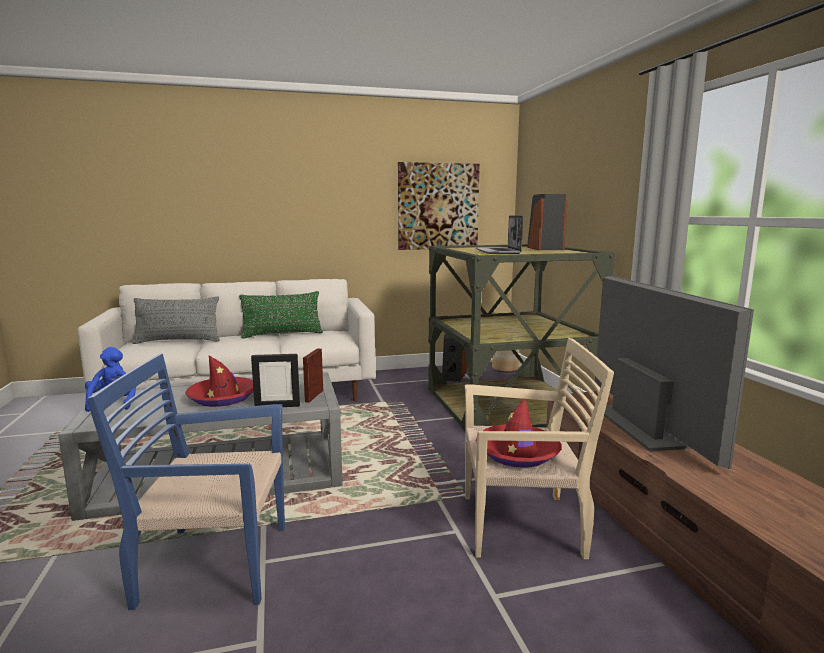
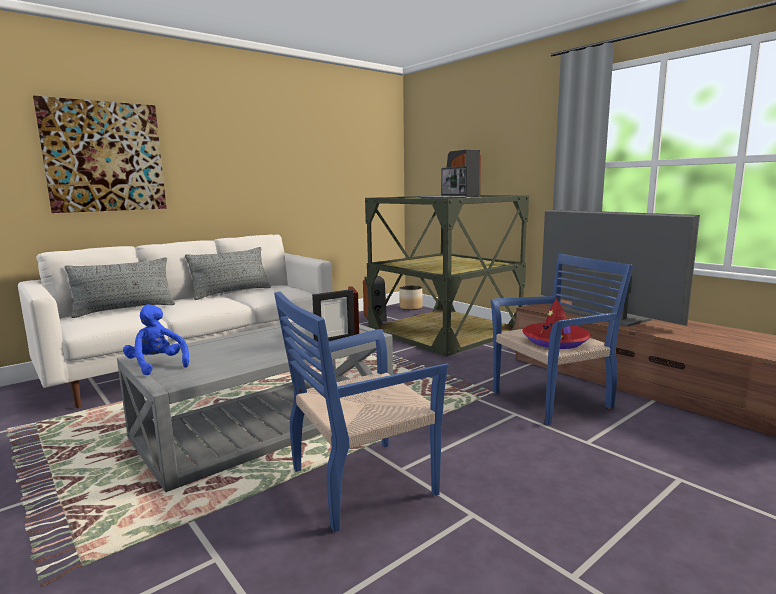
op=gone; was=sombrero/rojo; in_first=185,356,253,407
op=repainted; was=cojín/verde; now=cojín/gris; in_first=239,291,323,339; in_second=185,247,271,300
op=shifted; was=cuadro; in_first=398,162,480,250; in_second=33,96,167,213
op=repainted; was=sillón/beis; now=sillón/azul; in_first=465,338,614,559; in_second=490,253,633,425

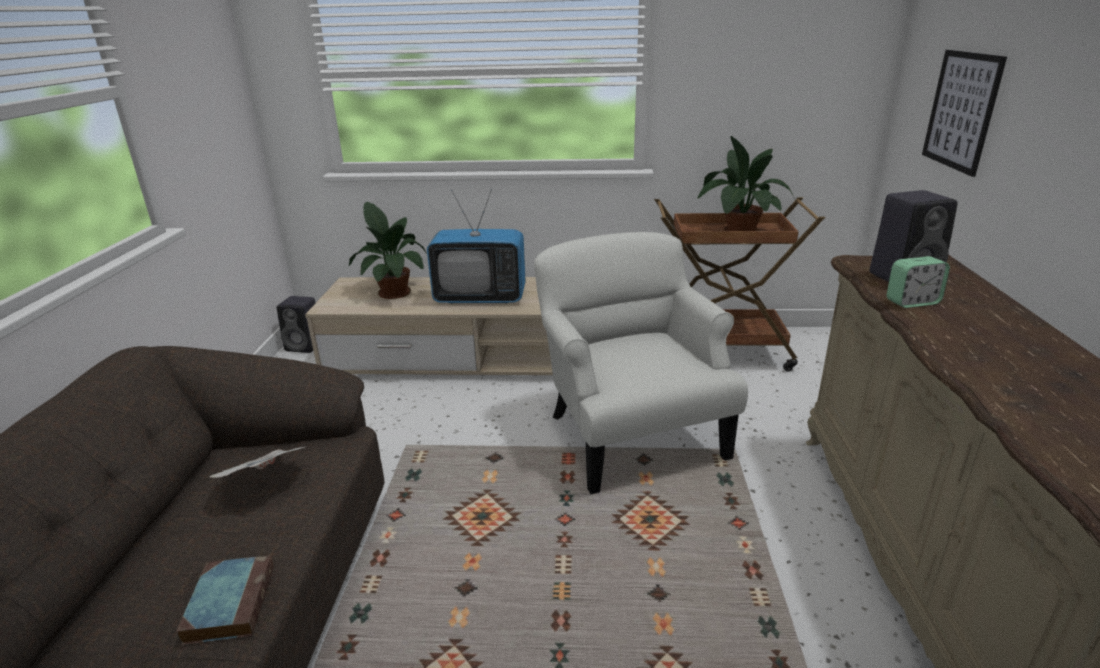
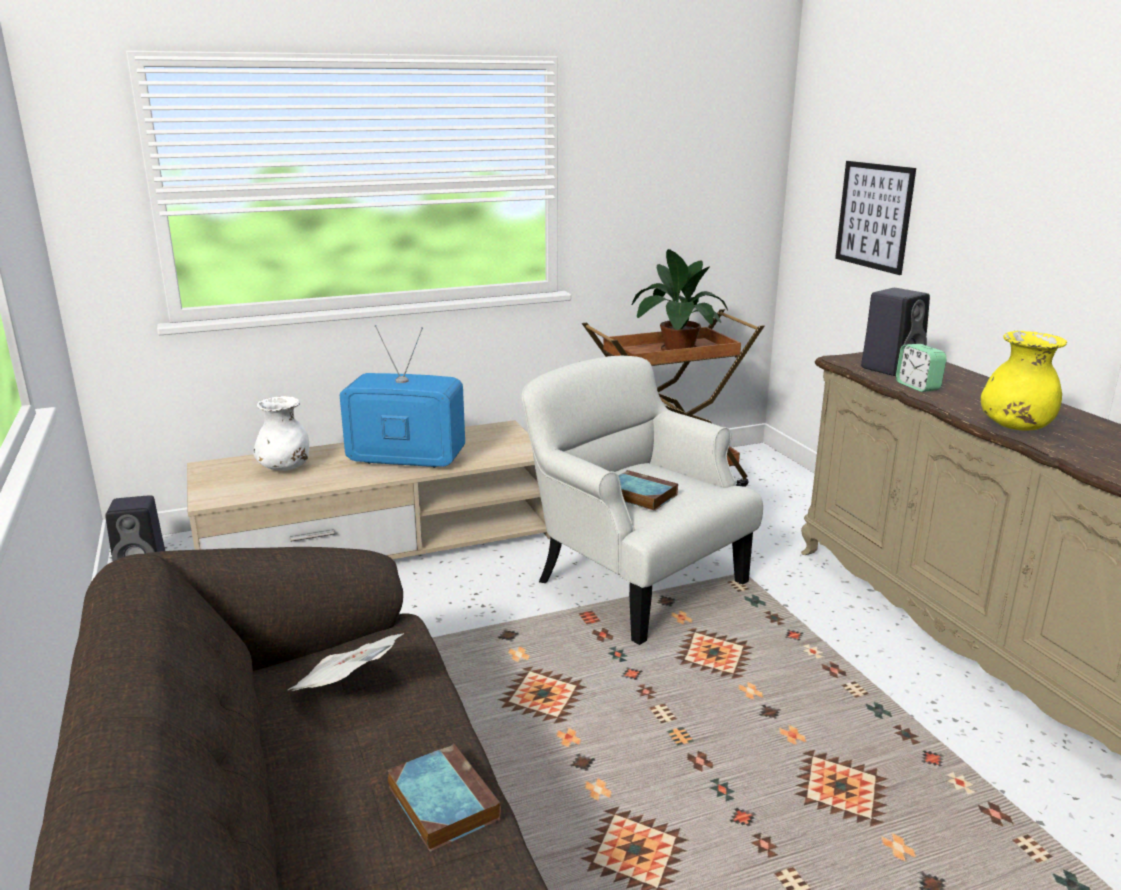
op=swapped; was=planta en maceta; now=florero/blanco; in_first=349,202,427,299; in_second=253,396,309,471
op=rotated; was=televisor; in_first=427,189,526,304; in_second=340,325,465,468; clockwise=-150
op=rotated; was=despertador; in_first=887,256,950,308; in_second=896,344,947,392; clockwise=105
op=new; now=libro; in_second=618,470,678,511
op=new; now=florero/amarillo; in_second=981,331,1067,431

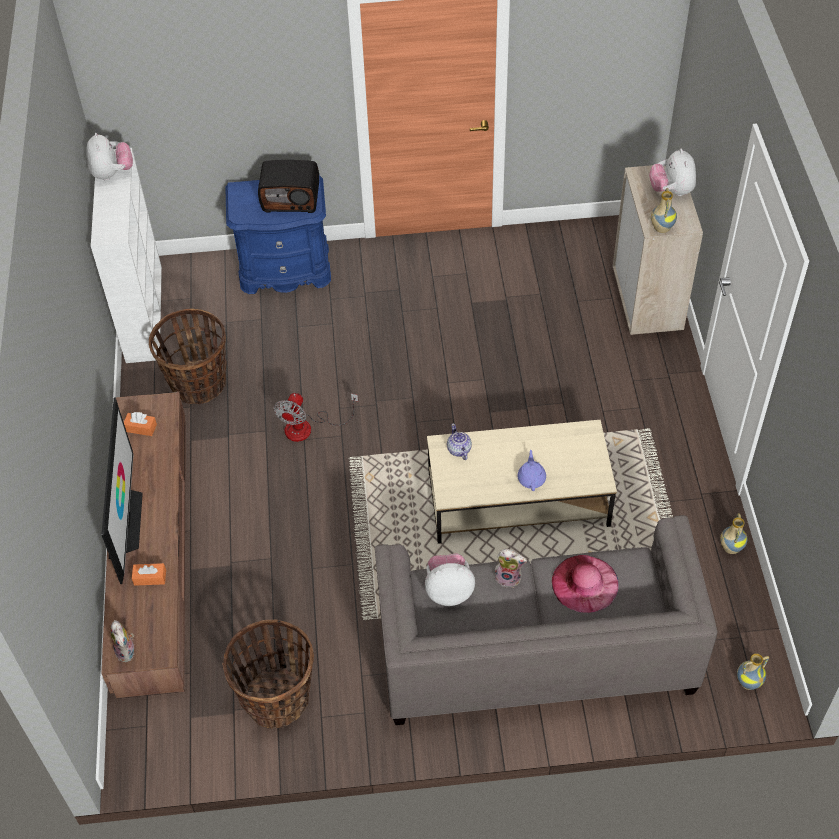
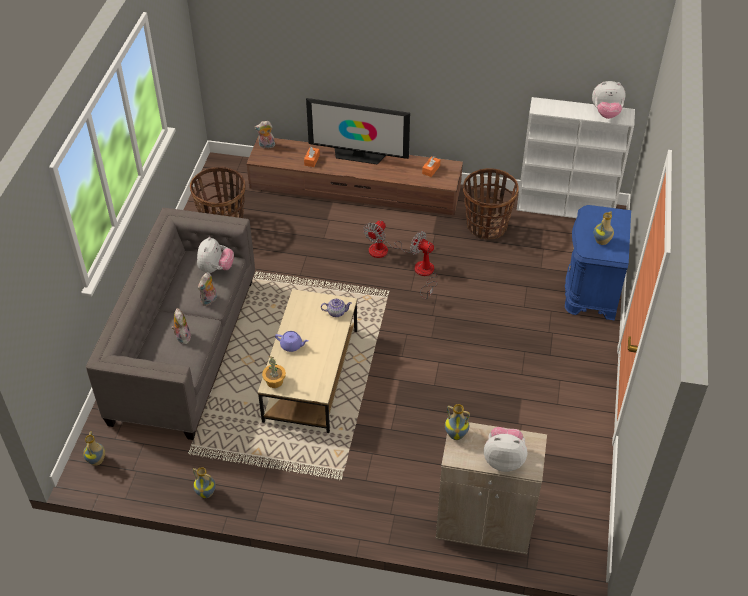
op=swapped; was=radio; now=florero; in_first=258,160,319,213; in_second=594,211,614,245
op=swapped; was=sombrero/rosa; now=peluche; in_first=552,555,619,613; in_second=171,308,191,344
op=new; now=planta en maceta; in_second=262,356,286,388
op=new; now=ventilador; in_second=363,220,426,258

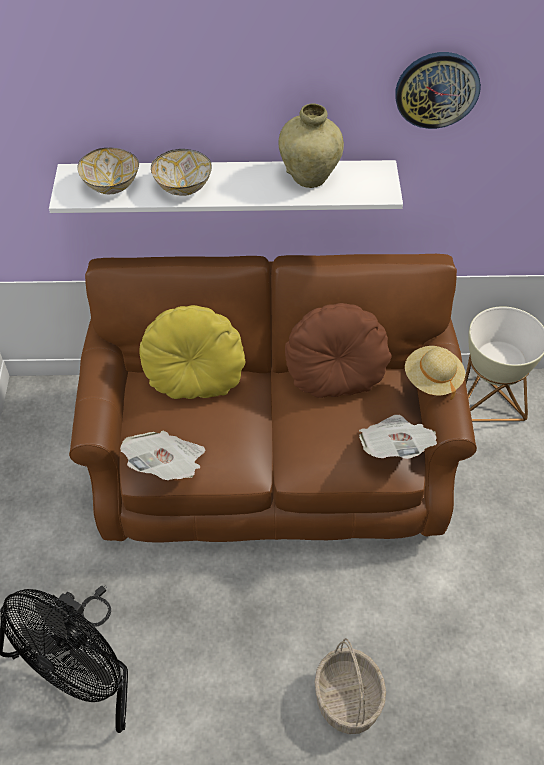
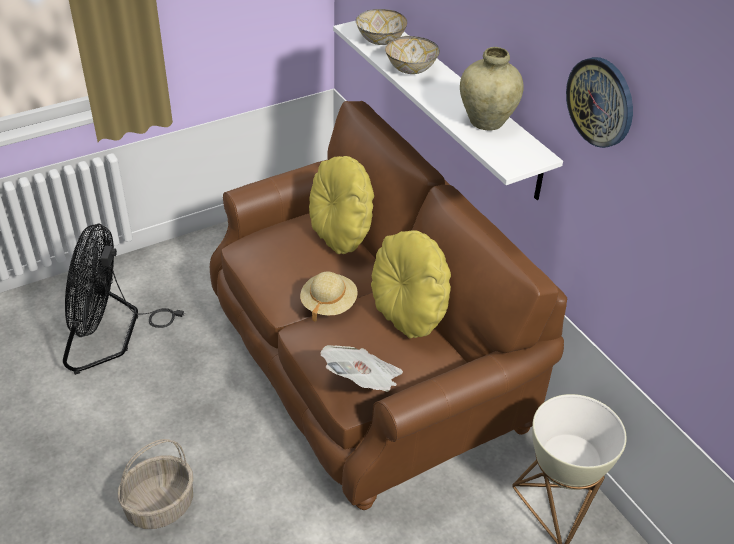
op=gone; was=periódico; in_first=120,431,205,480
op=repainted; was=cojín/marrón; now=cojín/amarillo; in_first=285,303,392,398; in_second=371,230,451,339
op=shifted; was=sombrero/beis; in_first=405,346,465,400; in_second=300,272,358,322

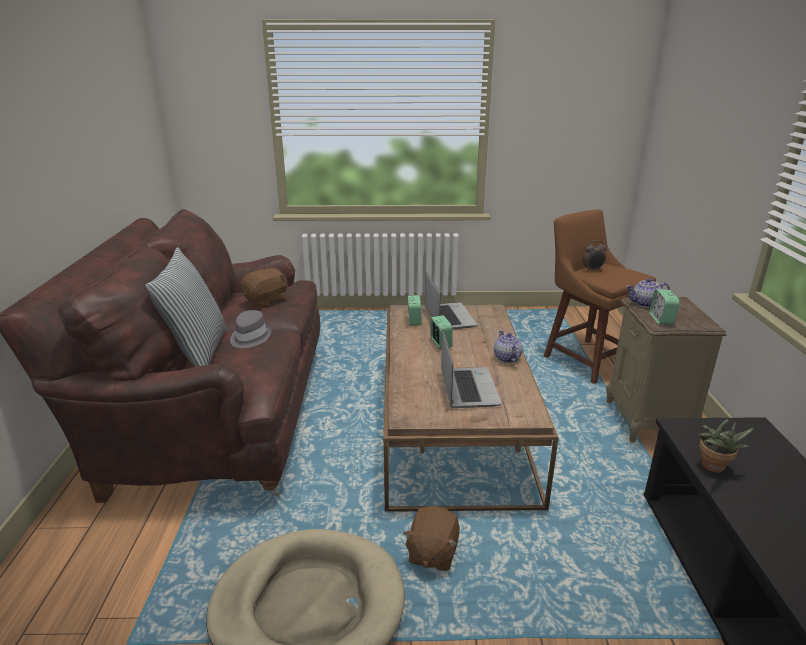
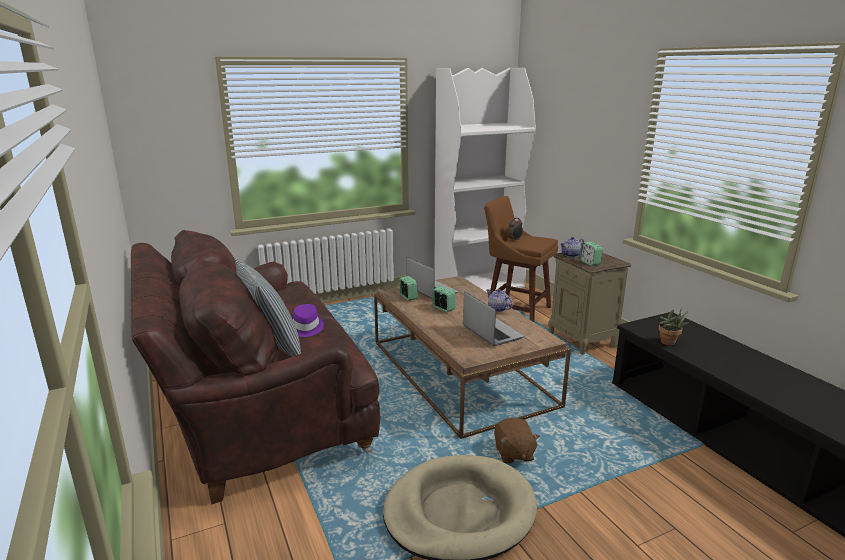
op=repainted; was=sombrero/gris; now=sombrero/morado; in_first=230,310,272,348; in_second=293,304,324,337
op=gone; was=peluche/marrón; in_first=241,267,288,308
op=new; now=estantería/blanco; in_second=434,68,536,292

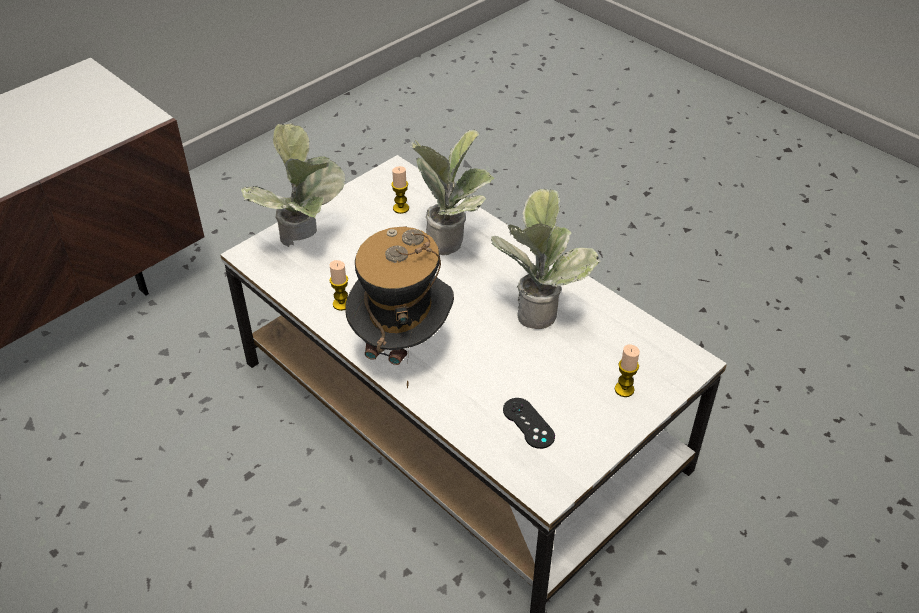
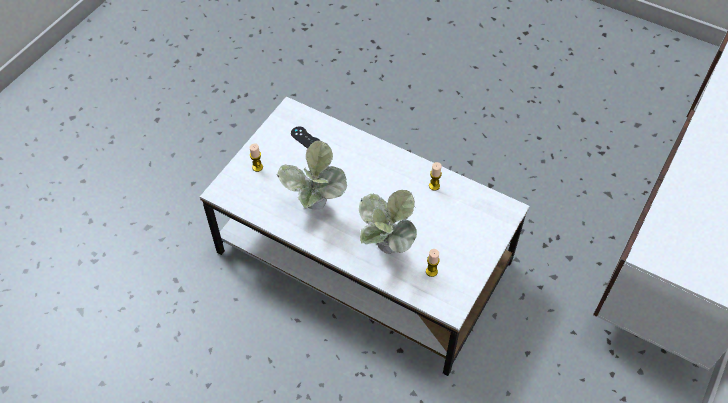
op=gone; was=planta en maceta; in_first=241,123,345,247
op=gone; was=sombrero; in_first=345,226,454,389

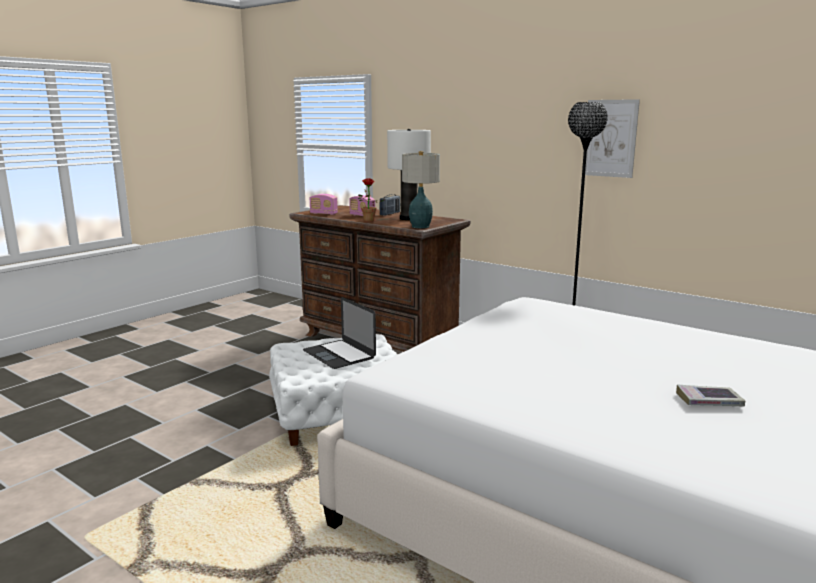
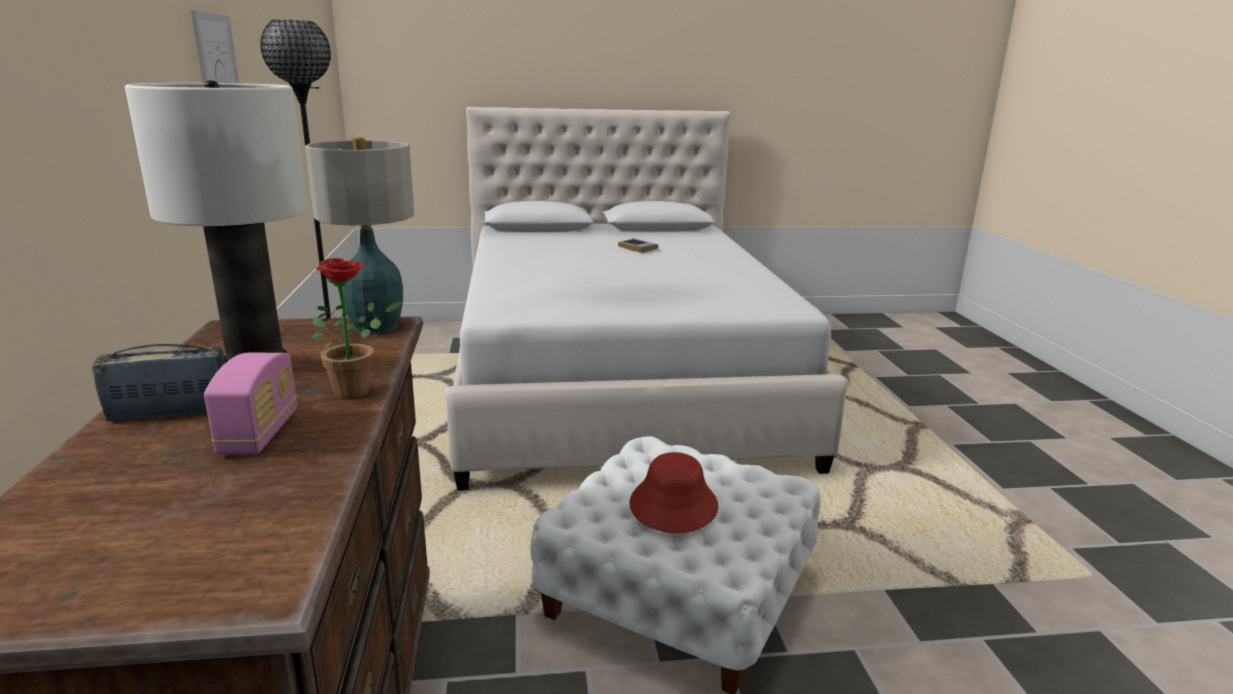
op=swapped; was=portátil; now=sombrero/rojo; in_first=303,297,376,369; in_second=629,452,718,533
op=gone; was=radio; in_first=310,194,338,215

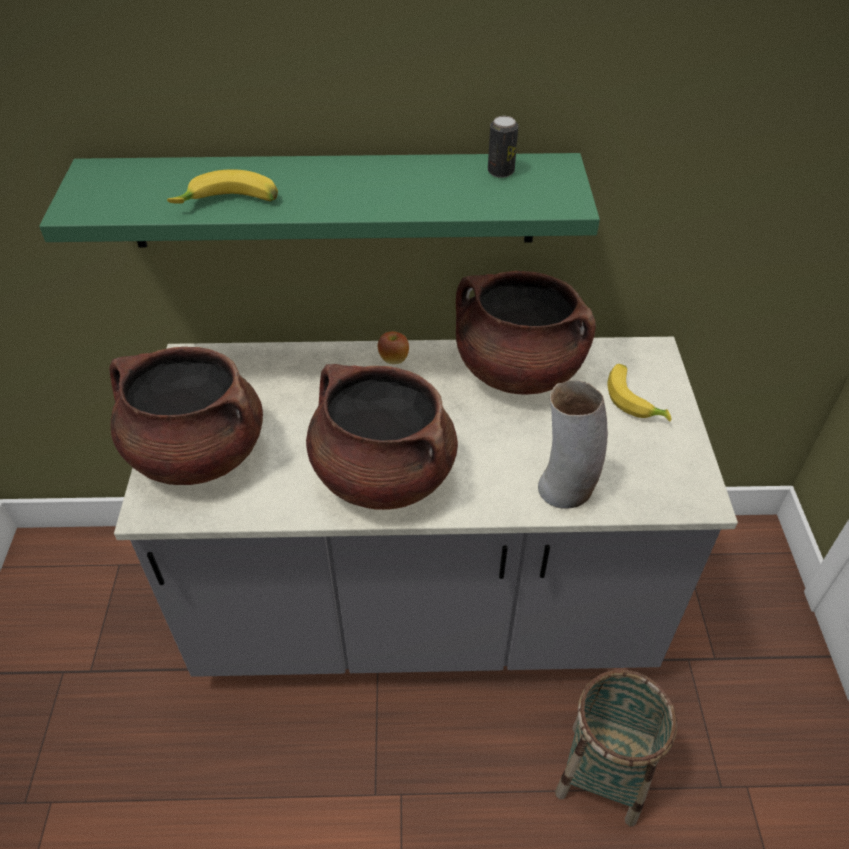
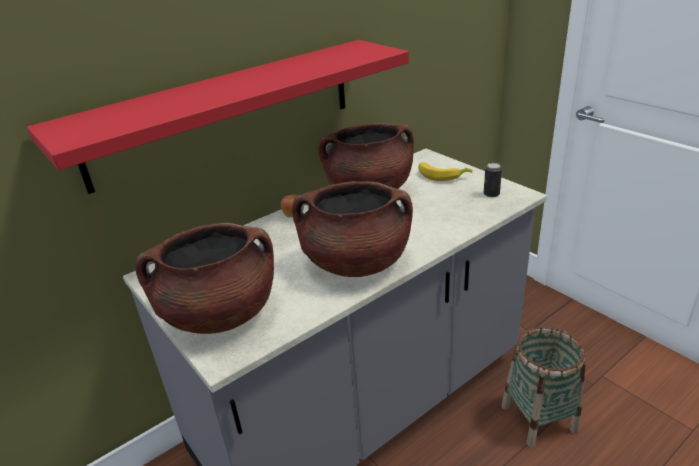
op=repainted; was=estante/verde; now=estante/rojo; in_first=39,153,600,247; in_second=27,40,409,194
op=gone; was=plátano; in_first=167,169,278,204
op=shifted; was=lata; in_first=488,116,518,178; in_second=484,163,502,197
op=gone; was=florero; in_first=538,379,608,509

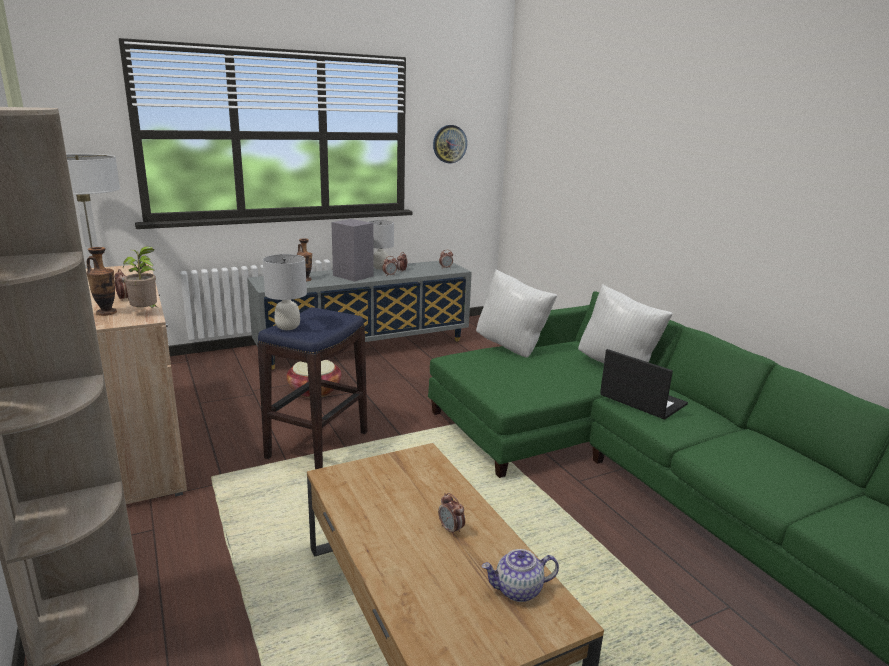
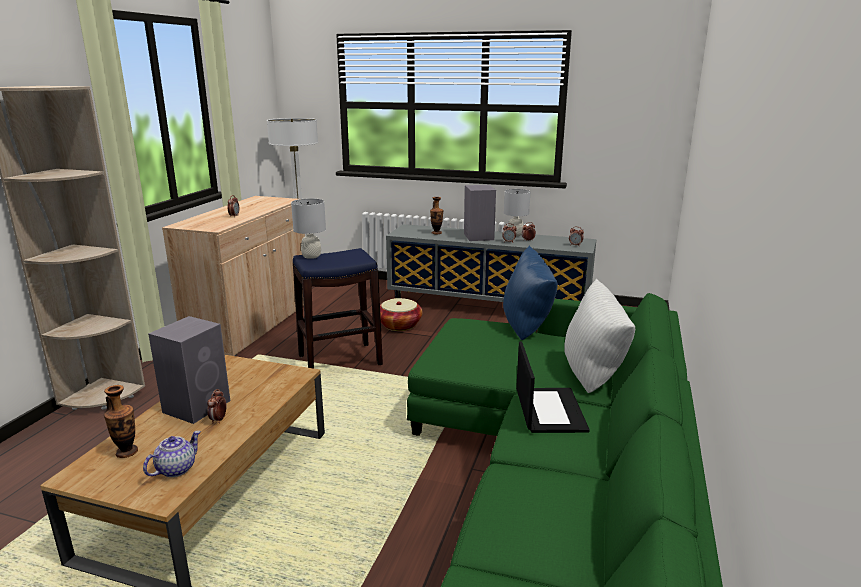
op=shifted; was=florero; in_first=86,247,117,316; in_second=104,385,138,458
op=gone; was=planta en maceta; in_first=123,246,157,307
op=gone; was=reloj de pared; in_first=433,125,467,163
op=repainted; was=cojín/blanco; now=cojín/azul; in_first=476,269,557,358; in_second=503,245,558,340
op=rotated; was=tetera; in_first=482,549,559,602; in_second=143,431,201,477; clockwise=90
op=new; now=altavoz/gris; in_second=148,316,230,424

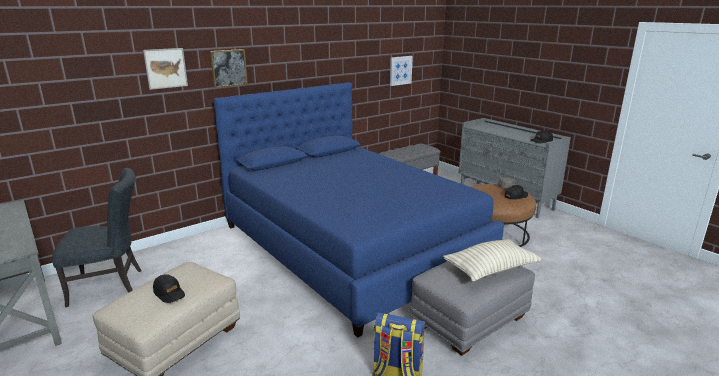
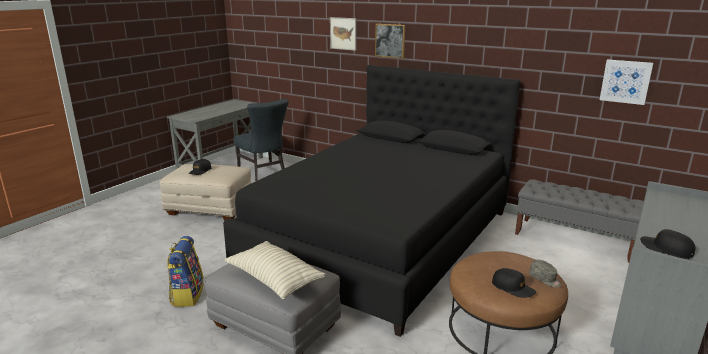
op=repainted; was=cama/azul; now=cama/negro; in_first=213,82,504,338; in_second=223,65,520,337

